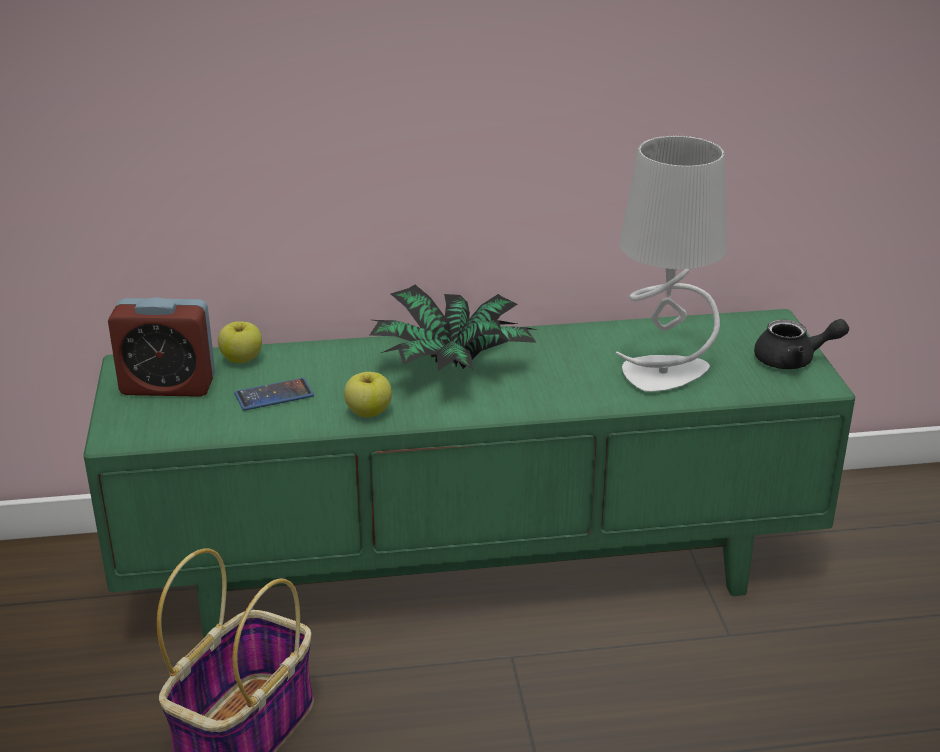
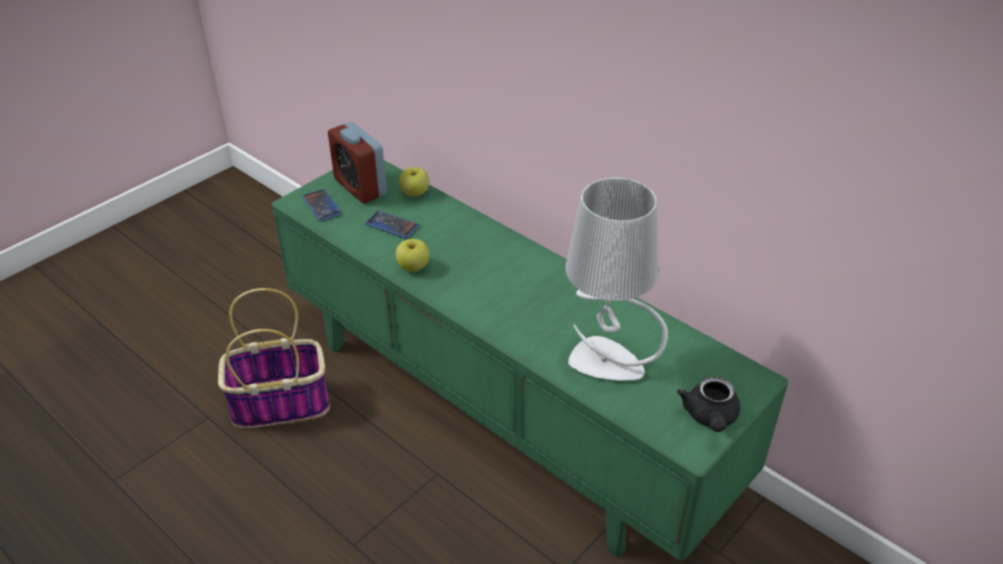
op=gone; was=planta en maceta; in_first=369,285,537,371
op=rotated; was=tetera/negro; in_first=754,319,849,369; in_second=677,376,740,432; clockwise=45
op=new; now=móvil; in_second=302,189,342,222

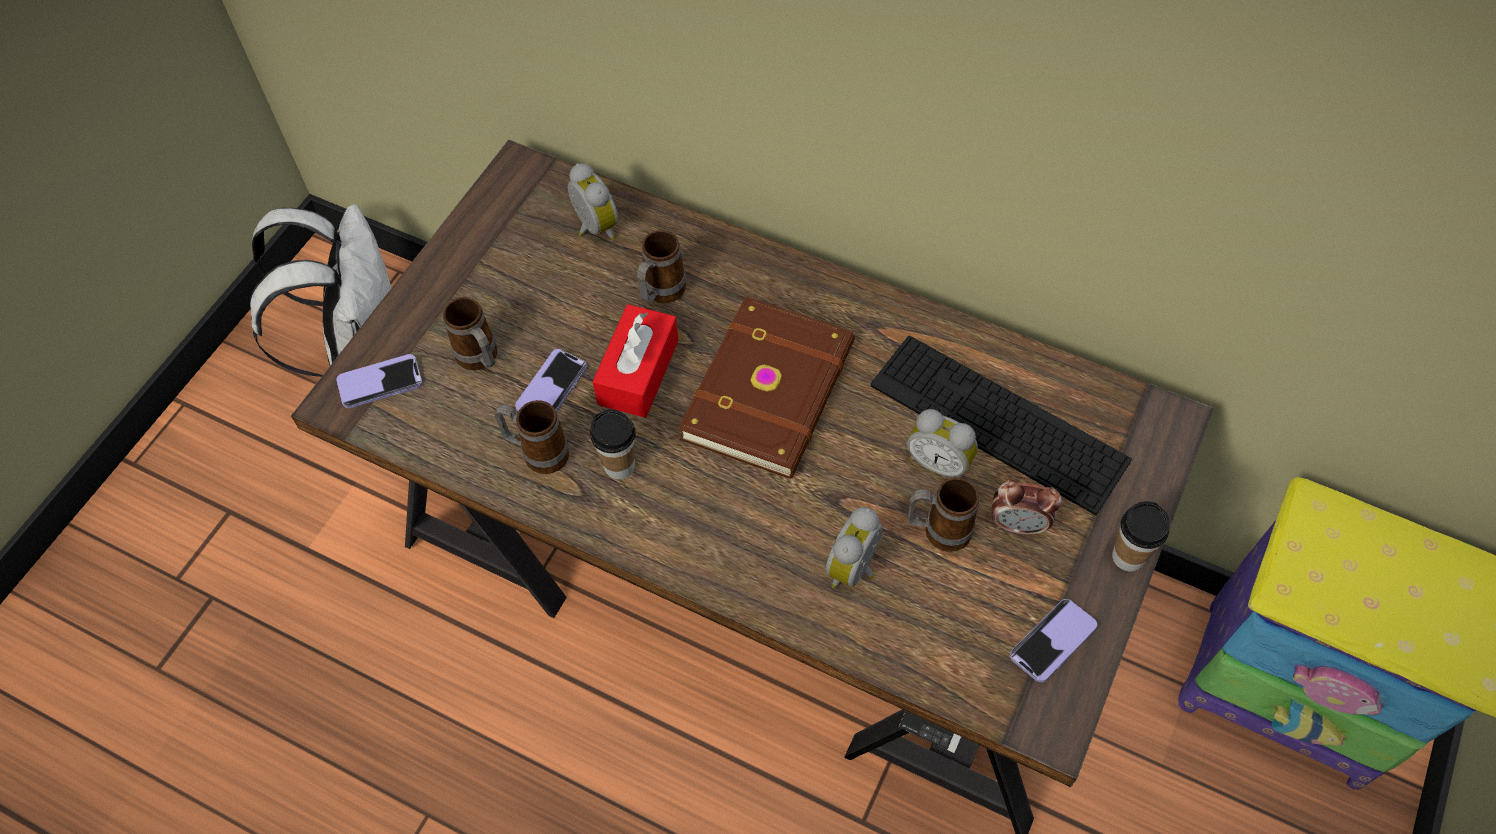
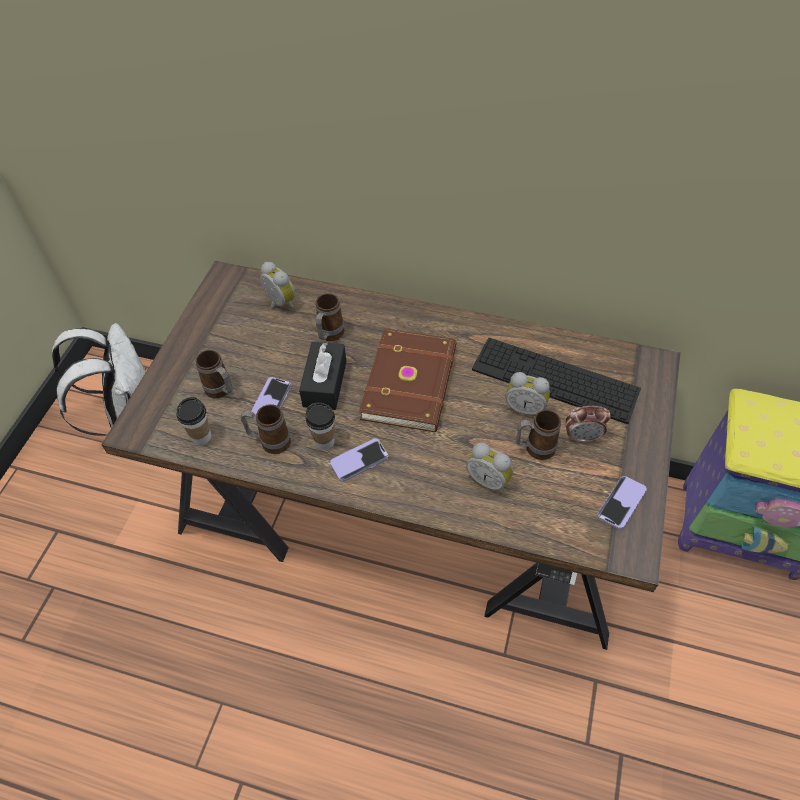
op=shifted; was=móvil; in_first=336,354,422,408; in_second=330,438,388,482
op=repainted; was=caja de pañuelos/rojo; now=caja de pañuelos/negro; in_first=593,304,678,418; in_second=299,342,346,410
op=rotated; was=despertador; in_first=826,507,883,588; in_second=466,443,513,495; clockwise=-75
op=shifted; was=taza; in_first=1112,501,1170,571; in_second=176,397,211,445

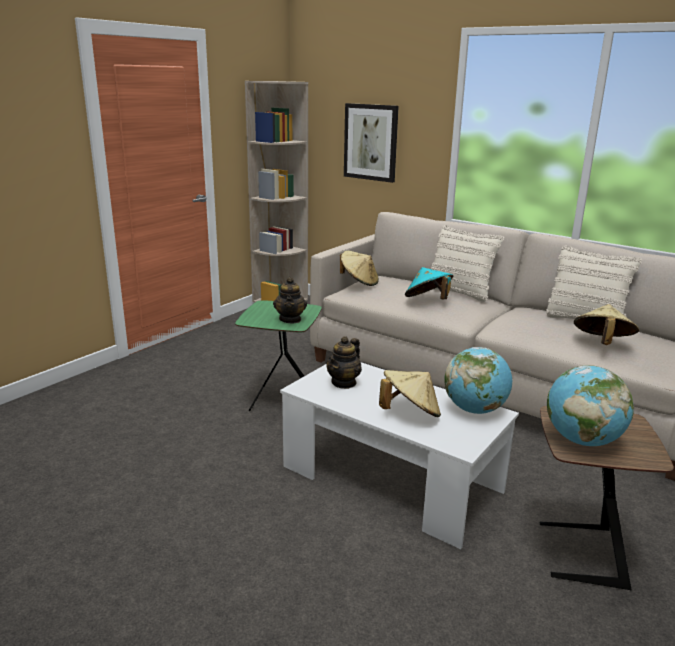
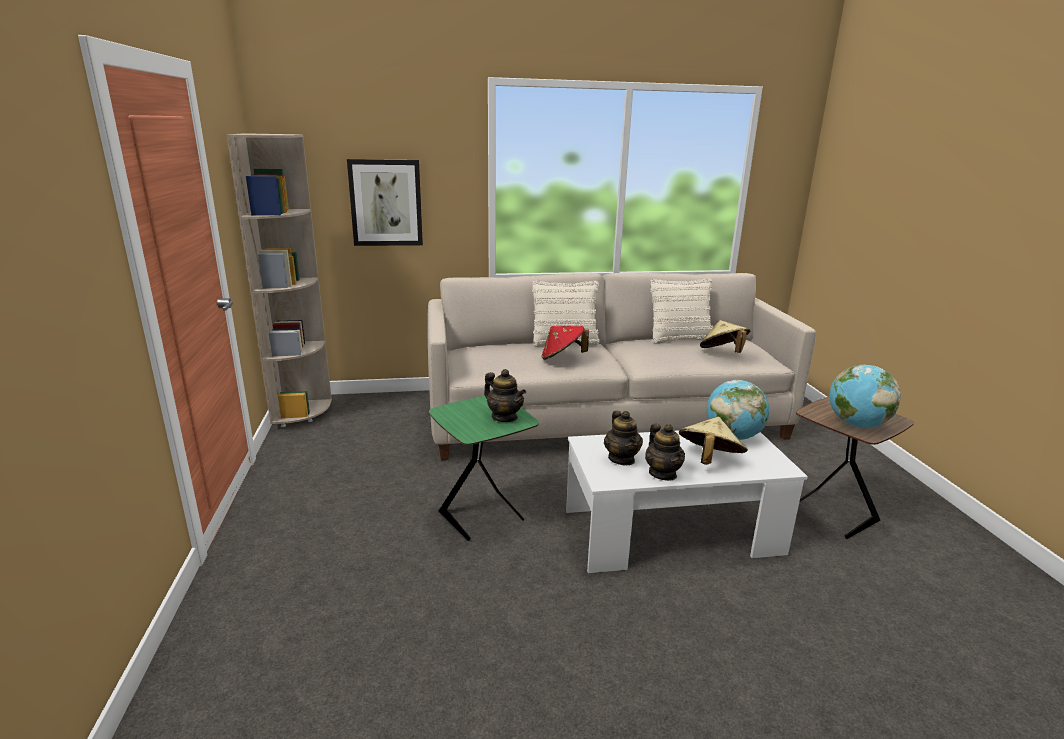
op=gone; was=sombrero/beis; in_first=340,251,379,286
op=repainted; was=sombrero/turquesa; now=sombrero/rojo; in_first=405,267,453,299; in_second=541,326,589,360
op=new; now=tetera; in_second=645,424,685,481

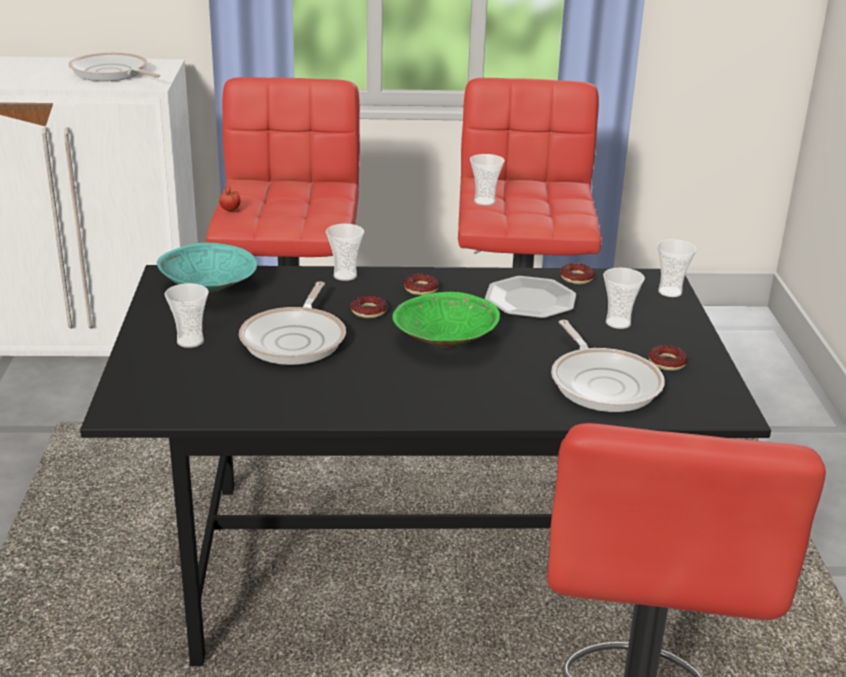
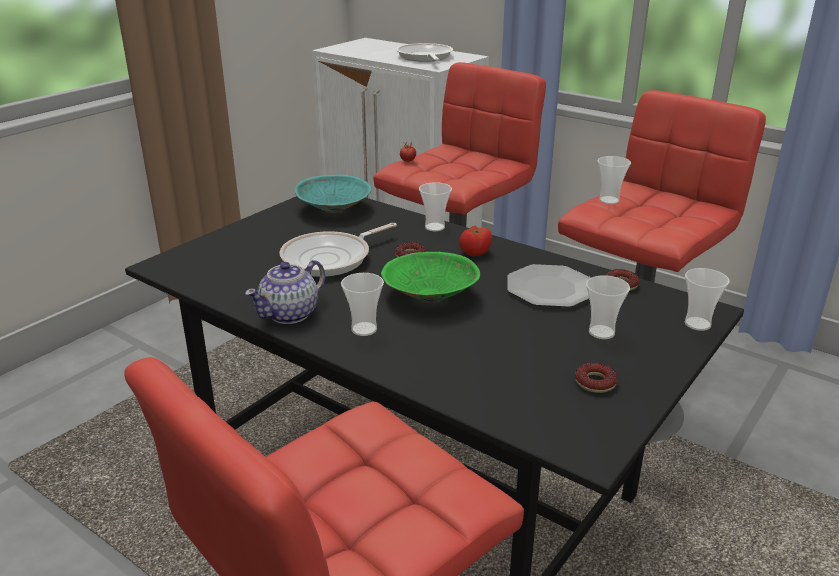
op=shifted; was=taza; in_first=165,283,209,348; in_second=341,273,384,336
op=swapped; was=rosquilla; now=tomate; in_first=404,274,439,295; in_second=459,226,492,256
op=gone; was=sartén; in_first=551,320,665,412
op=new; now=tetera; in_second=245,260,325,324

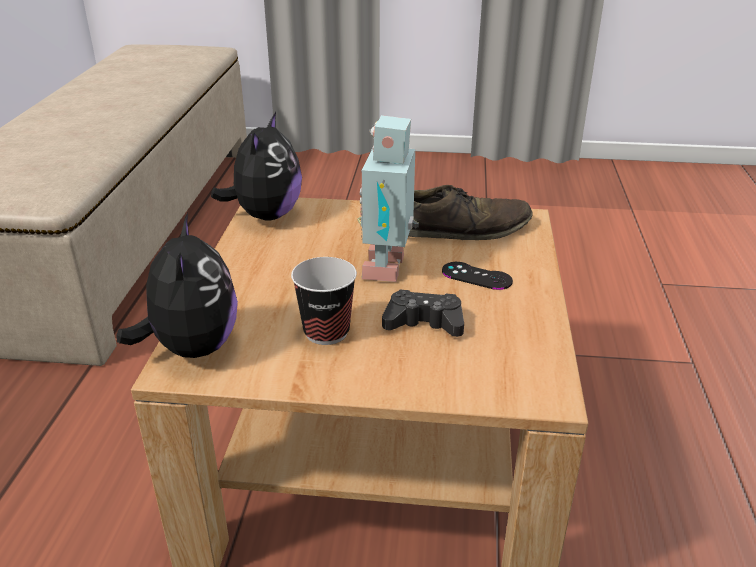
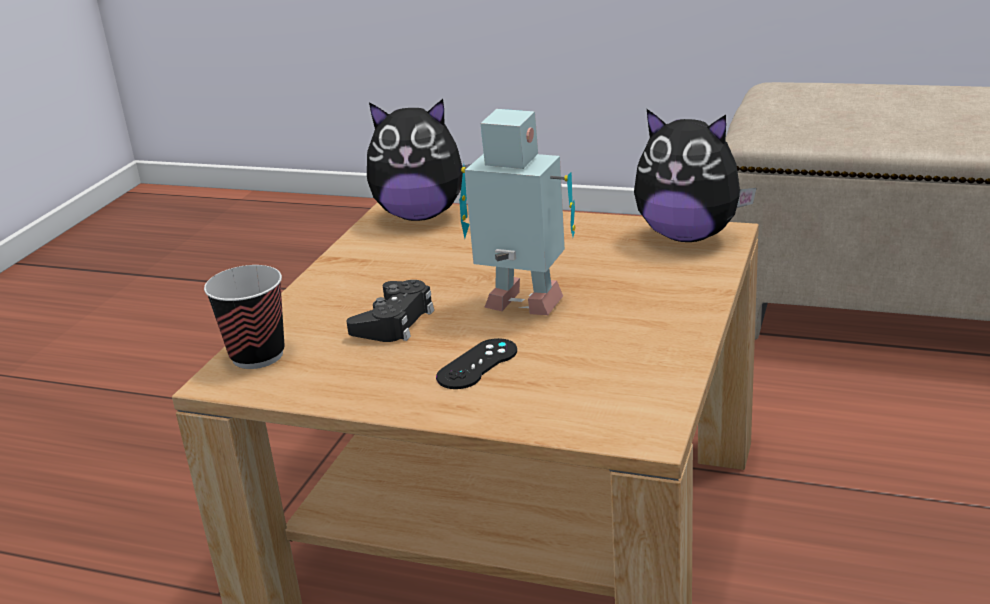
op=shifted; was=taza; in_first=291,257,357,345; in_second=204,265,285,369
op=gone; was=zapato/marrón; in_first=408,185,533,240

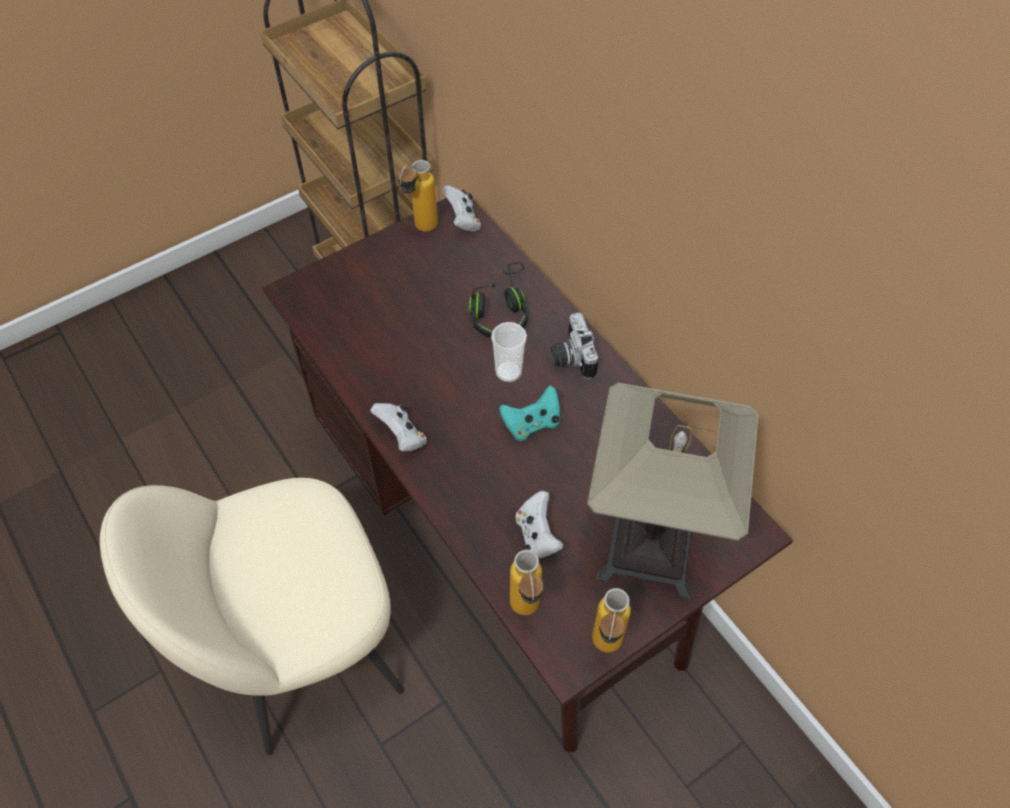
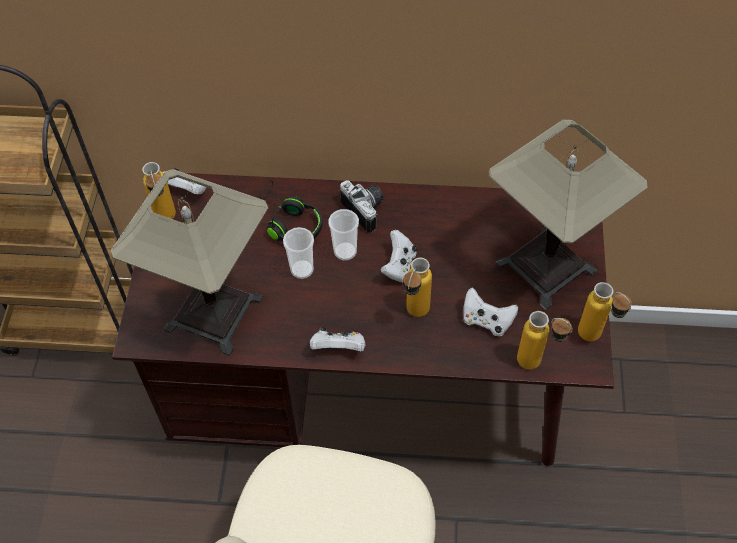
op=repainted; was=mando de consola/turquesa; now=mando de consola/blanco; in_first=499,385,560,441; in_second=380,230,418,283
op=rotated; was=cámara; in_first=550,313,598,379; in_second=340,180,384,233; clockwise=-150
op=new; now=lámpara de mesa; in_second=110,169,268,356
op=new; now=taza; in_second=283,227,314,279
op=new; now=botella; in_second=403,258,432,317

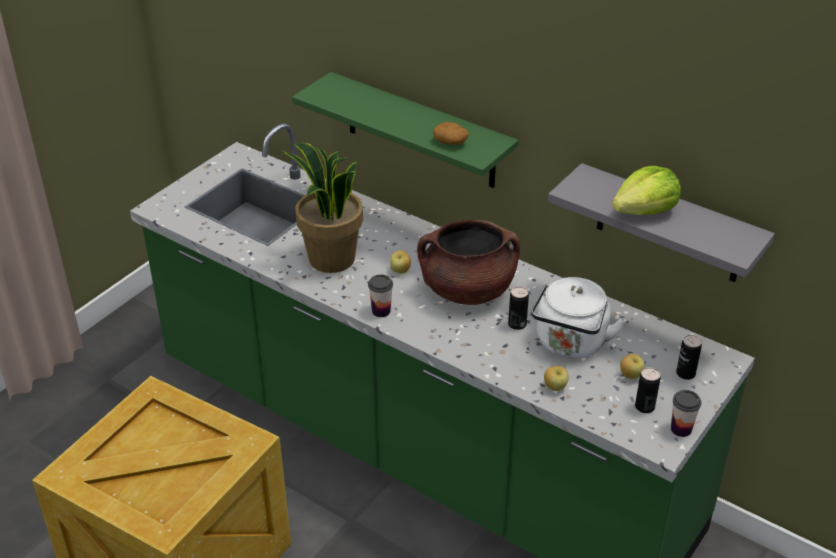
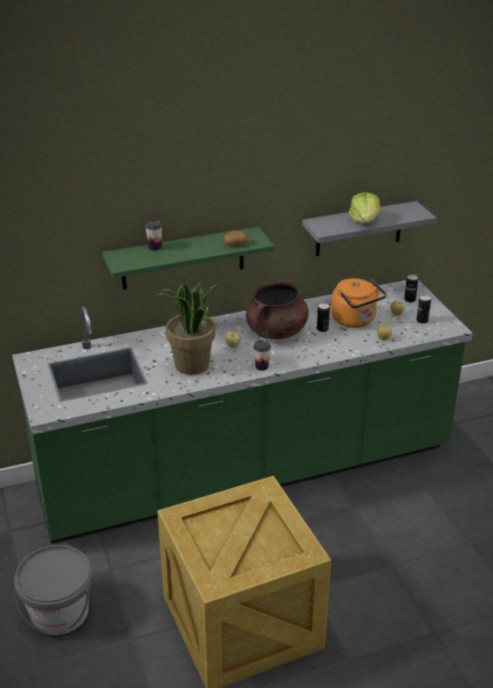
op=repainted; was=hervidor/blanco; now=hervidor/naranja; in_first=531,277,626,359; in_second=331,278,387,328
op=shifted; was=taza; in_first=671,390,701,437; in_second=145,220,162,251
op=new; now=cubo/gris; in_second=14,545,93,635

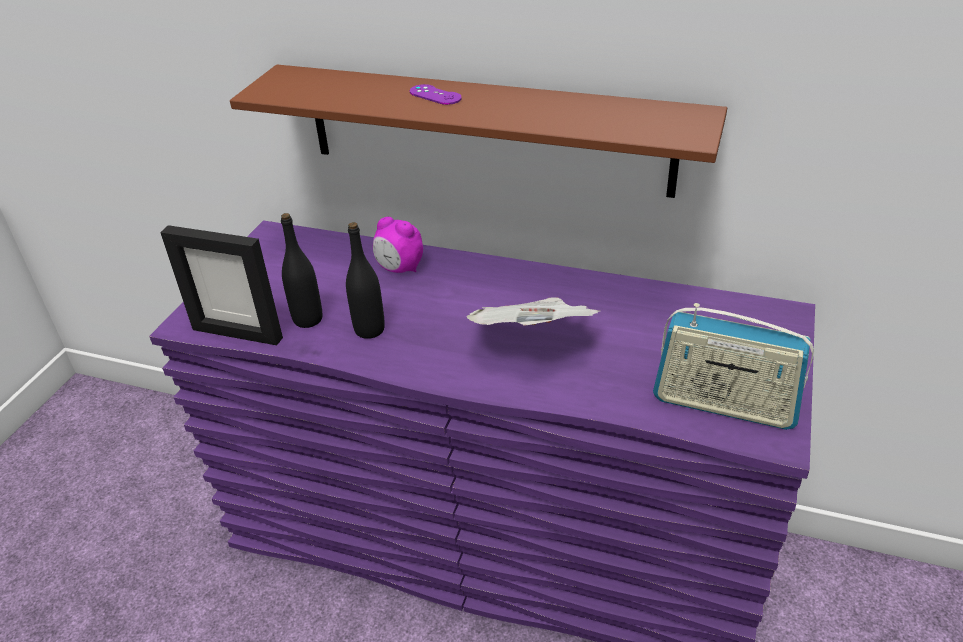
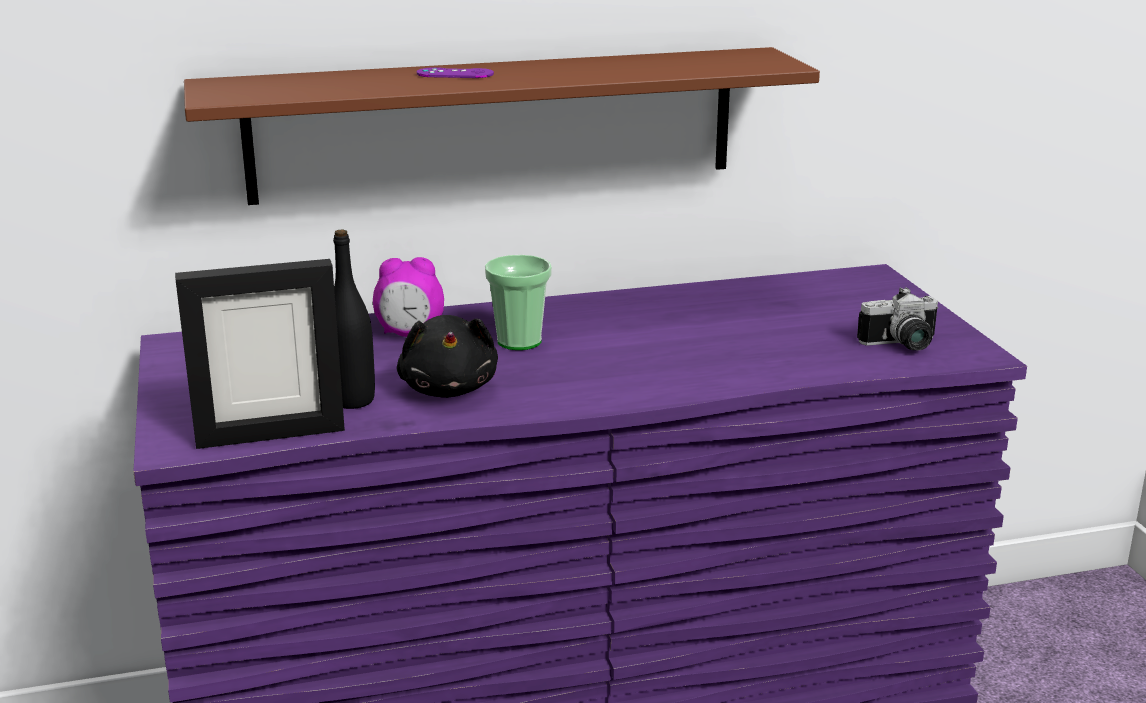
op=swapped; was=botella/negro; now=peluche/negro; in_first=346,222,385,339; in_second=397,315,498,398
op=gone; was=periódico; in_first=466,297,600,325
op=swapped; was=radio; now=cámara; in_first=653,303,814,430; in_second=857,287,938,350
op=new; now=taza; in_second=485,255,552,350

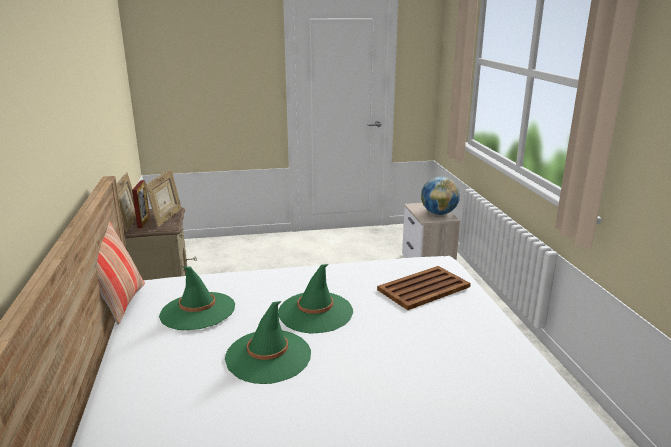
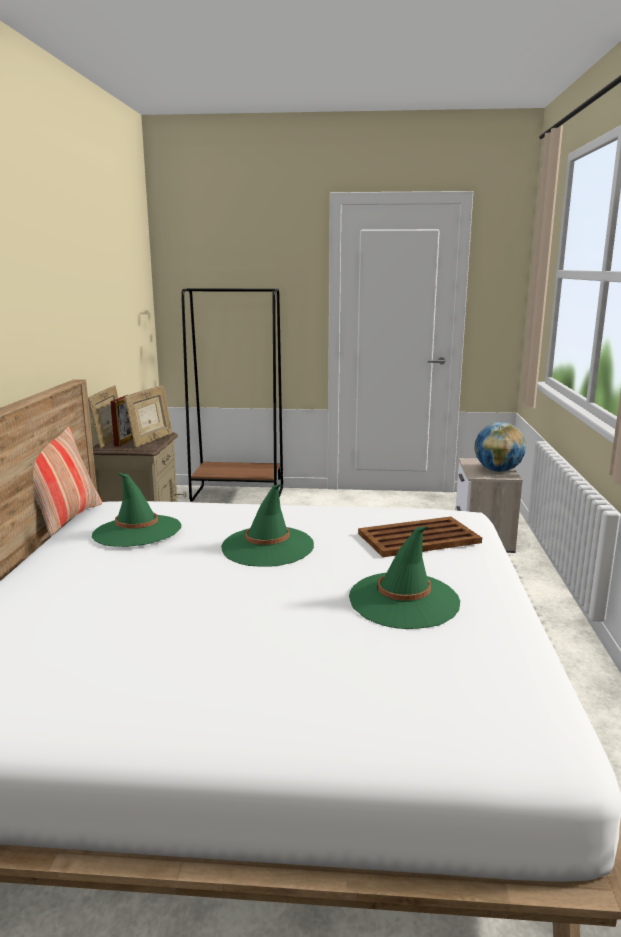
op=shifted; was=sombrero/verde; in_first=225,301,311,384; in_second=349,526,460,629
op=new; now=perchero; in_second=181,288,283,502

